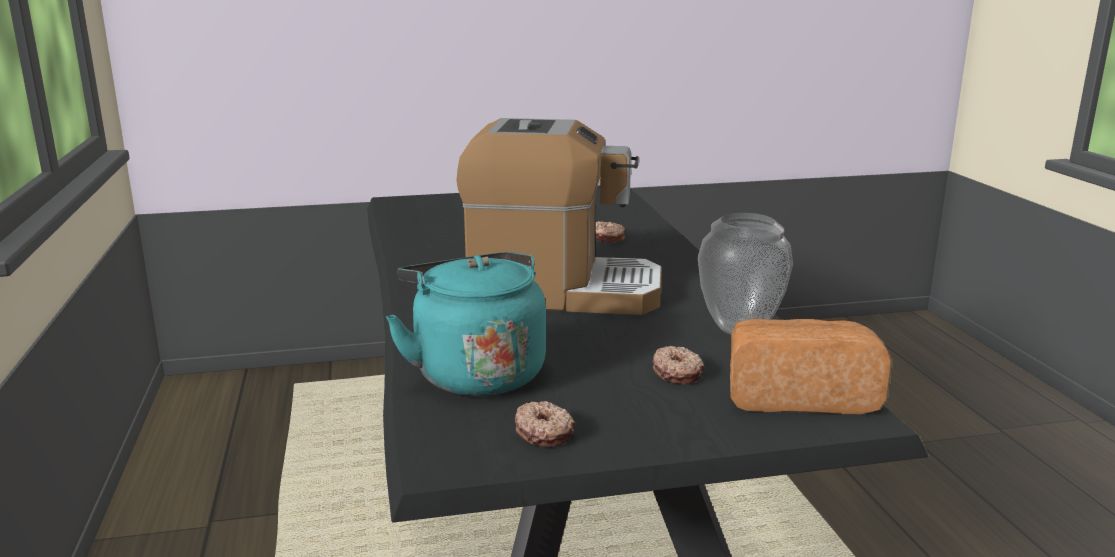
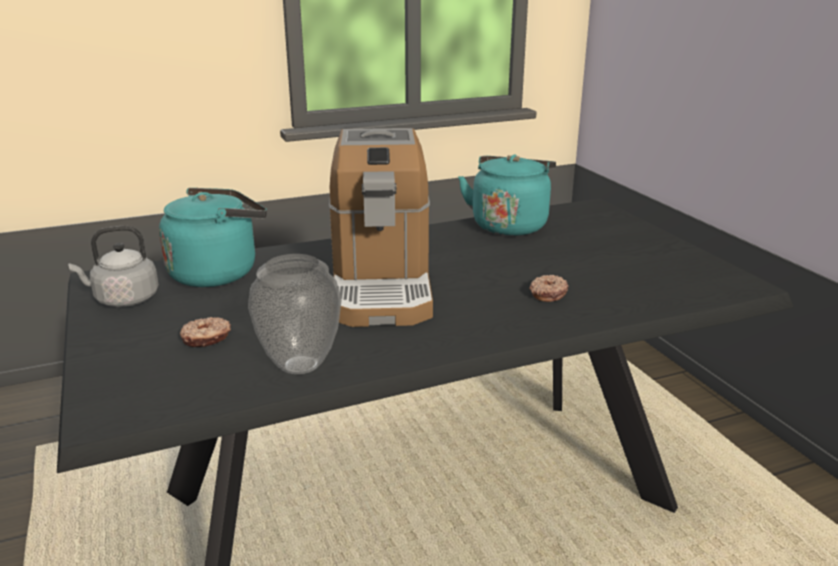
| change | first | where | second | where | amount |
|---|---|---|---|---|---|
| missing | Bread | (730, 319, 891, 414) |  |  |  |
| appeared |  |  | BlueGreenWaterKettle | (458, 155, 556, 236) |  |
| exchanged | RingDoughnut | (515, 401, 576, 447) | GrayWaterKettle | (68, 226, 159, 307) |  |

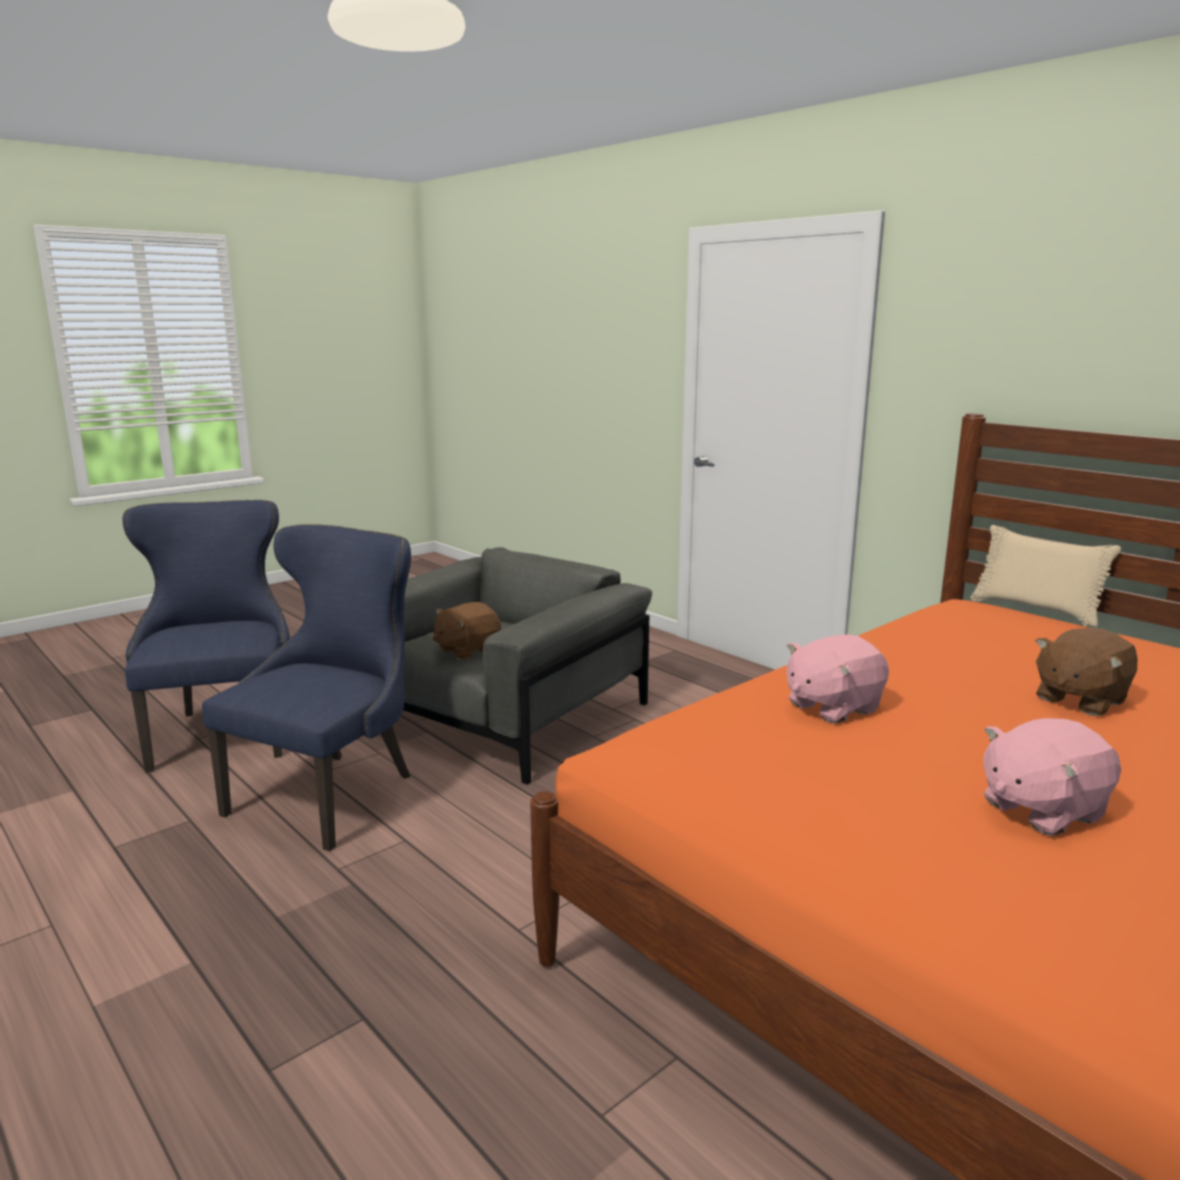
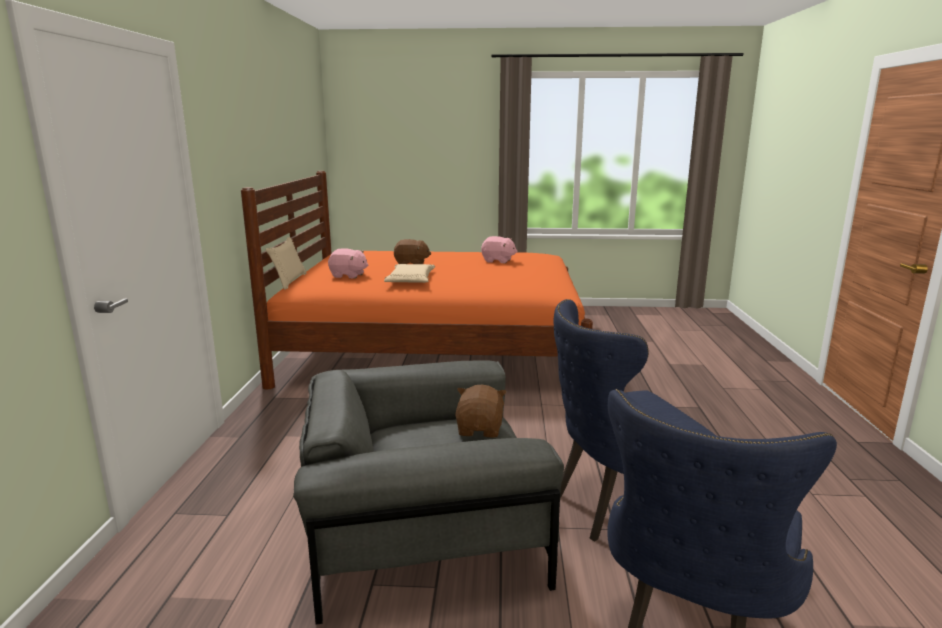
| change | first | where | second | where | amount |
|---|---|---|---|---|---|
| appeared |  |  | SandColouredCushion | (384, 264, 435, 283) |  |
| relocated | PinkishPlushToy | (787, 634, 889, 723) |  | (328, 249, 368, 279) |  |
| spun | BrownColouredPlushToy | (433, 602, 501, 660) |  | (455, 385, 507, 438) | 90 degrees counterclockwise |

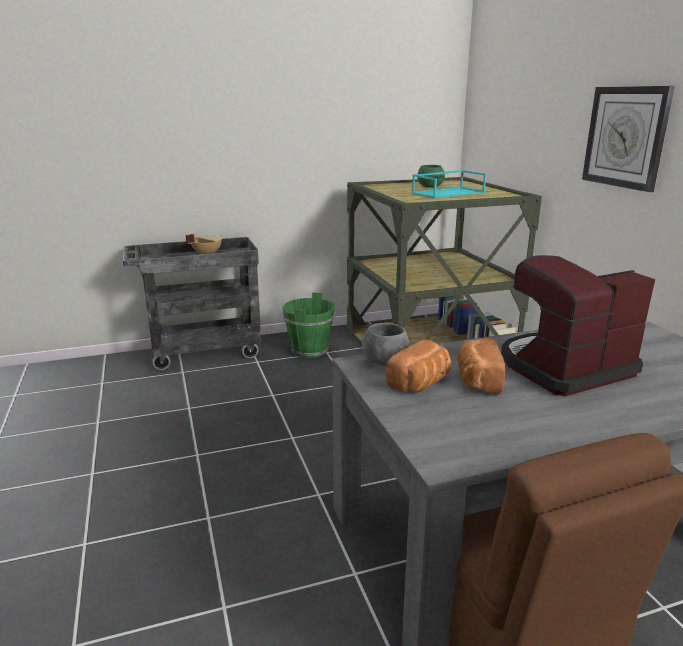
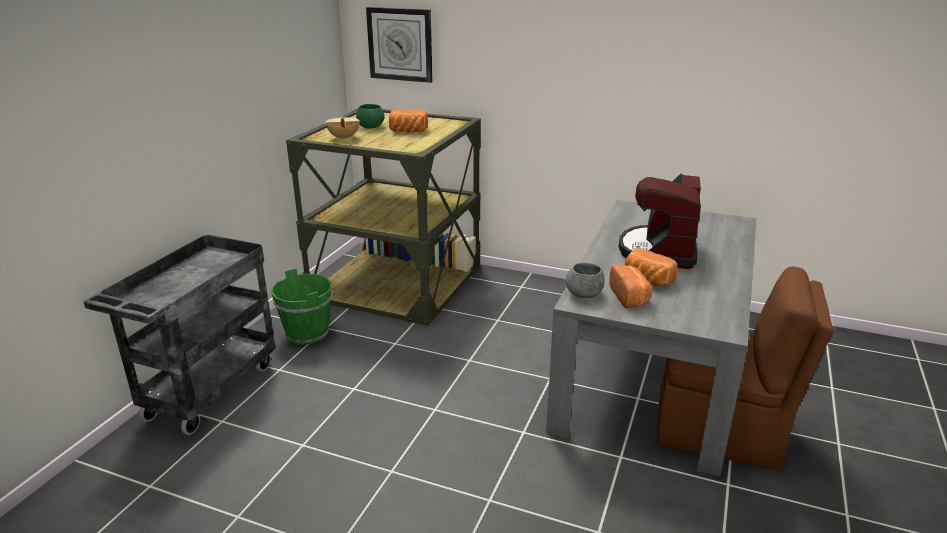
| change | first | where | second | where | amount |
|---|---|---|---|---|---|
| relocated | SandColouredStockpot | (186, 234, 222, 255) |  | (325, 116, 360, 141) |  |
| relocated | ClockOnTheWall | (582, 86, 675, 192) |  | (366, 7, 433, 83) |  |
| exchanged | BlueGreenServingTray | (412, 170, 486, 199) | Bread | (389, 110, 428, 132) |  |

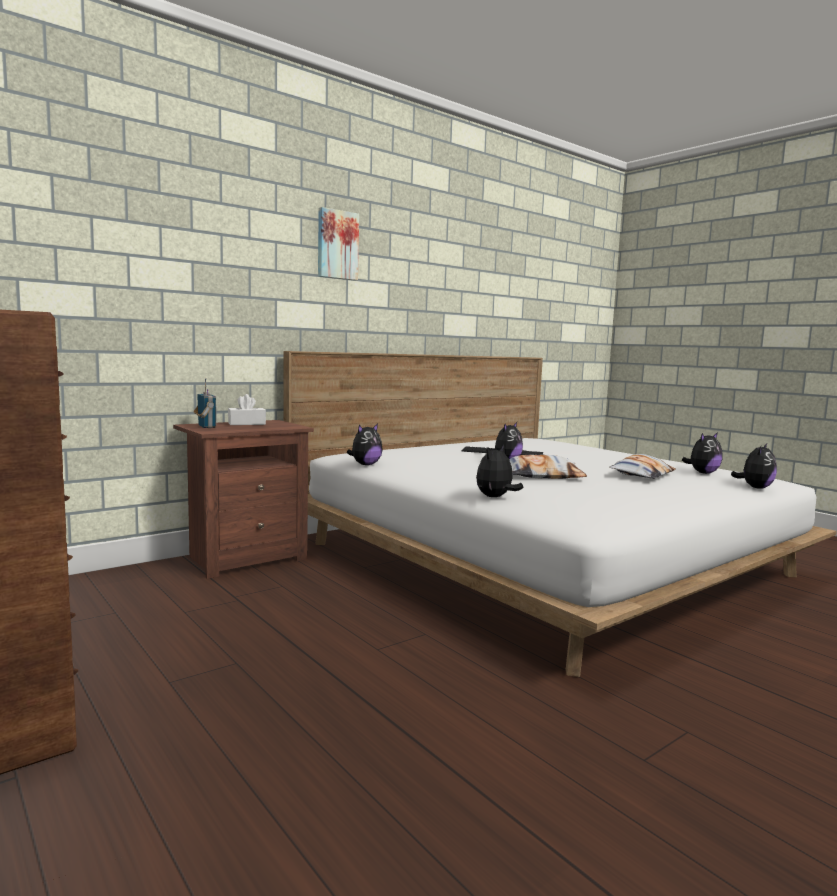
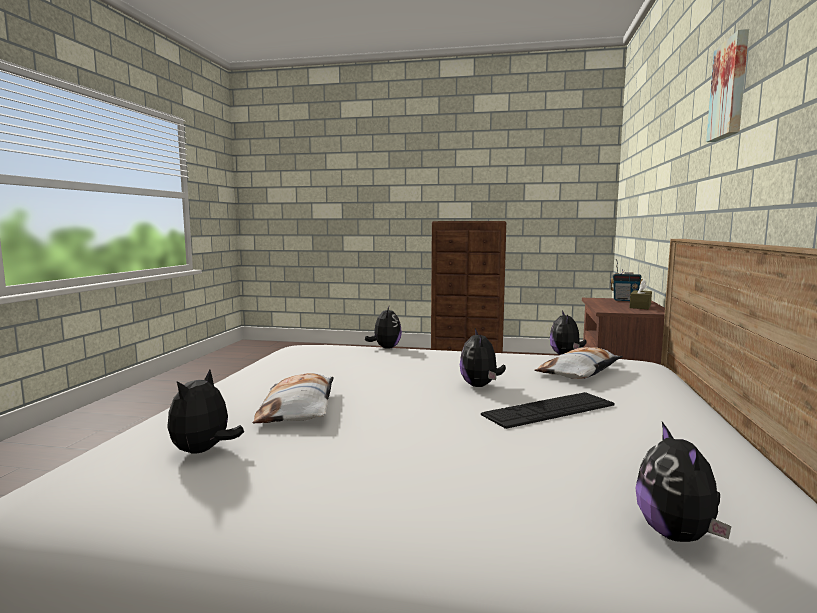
| change | first | where | second | where | amount |
|---|---|---|---|---|---|
| relocated | Cushion | (509, 455, 587, 479) |  | (534, 347, 623, 379) |  |
| relocated | PlushToy | (731, 444, 777, 489) |  | (635, 422, 731, 542) |  |
| colour | WhitishTissueBox | (228, 394, 266, 425) | BrownColouredTissueBox | (630, 279, 652, 309) |  |

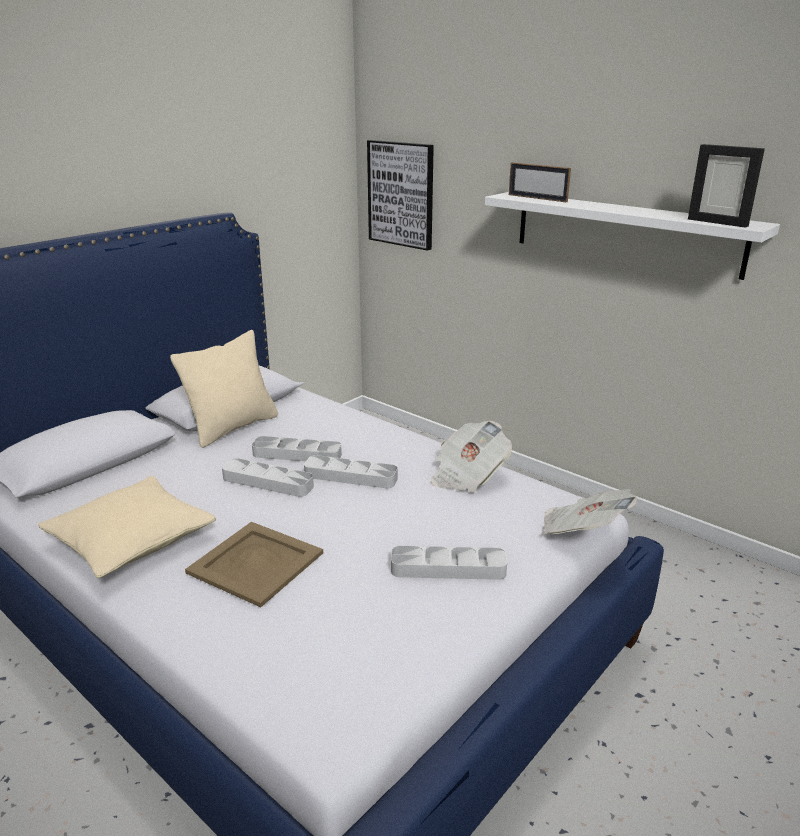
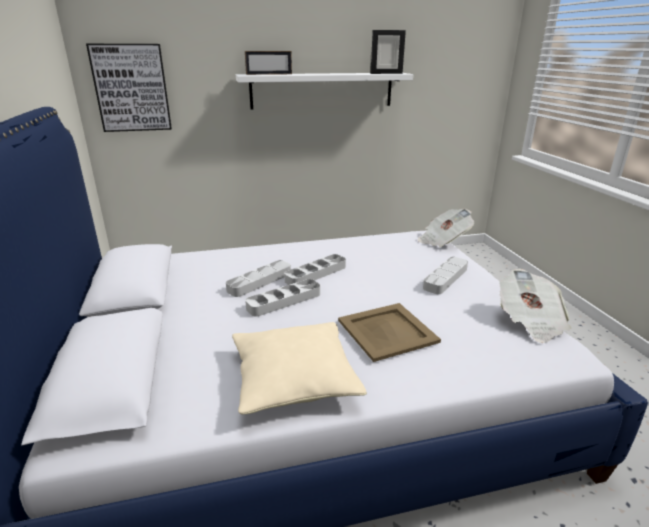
| change | first | where | second | where | amount |
|---|---|---|---|---|---|
| missing | SandColouredCushion | (170, 330, 278, 448) |  |  |  |
| relocated | Newspaper | (430, 421, 512, 492) |  | (499, 269, 571, 343) |  |

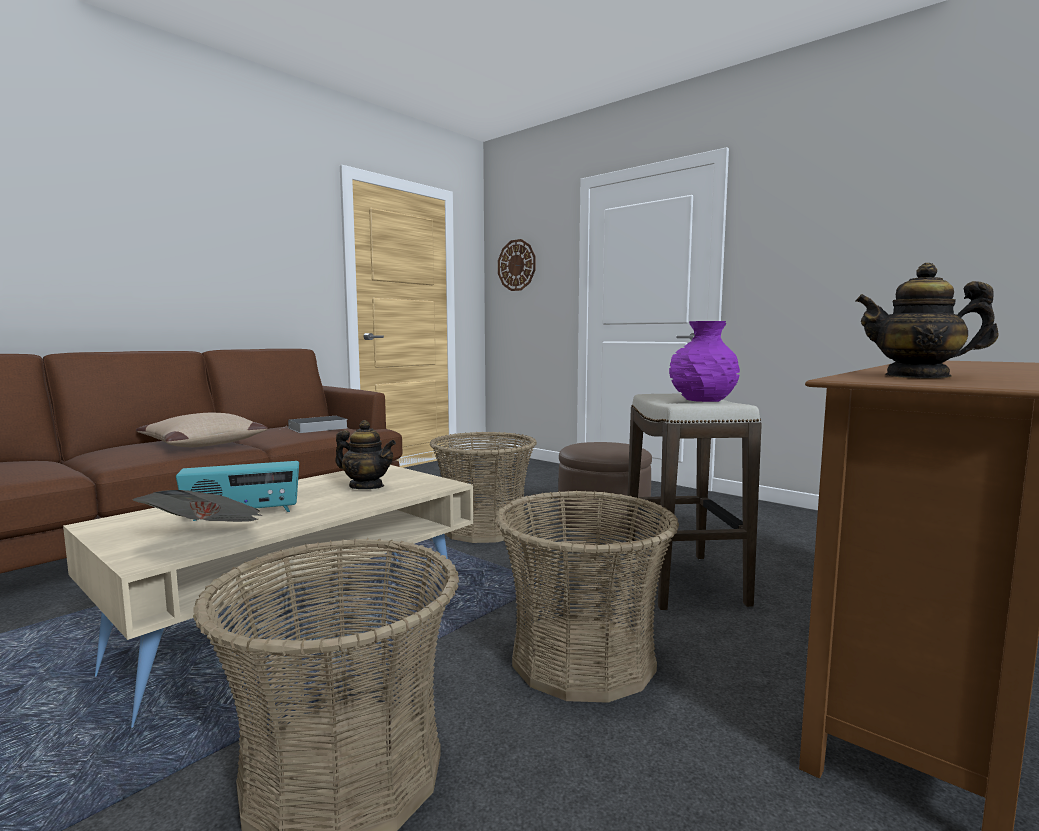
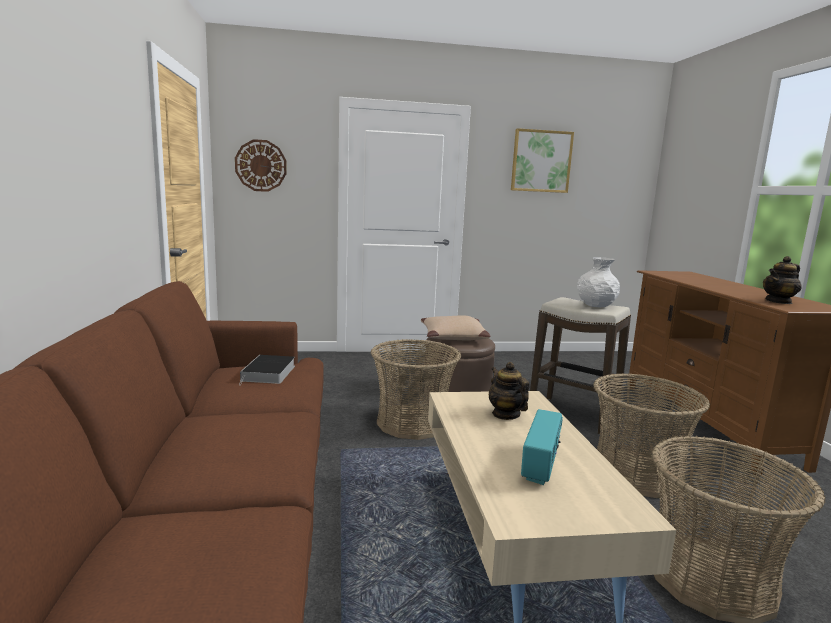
| change | first | where | second | where | amount |
|---|---|---|---|---|---|
| missing | Newspaper | (133, 490, 263, 522) |  |  |  |
| appeared |  |  | WallPicture | (511, 128, 574, 193) |  |
| relocated | SandColouredCushion | (136, 413, 268, 447) |  | (421, 315, 491, 341) |  |
| colour | PurplishFlowerVase | (669, 321, 740, 402) | WhitishFlowerVase | (577, 257, 620, 308) |  |
| spun | PotForTea | (335, 420, 396, 489) |  | (489, 362, 529, 420) | 90 degrees counterclockwise |

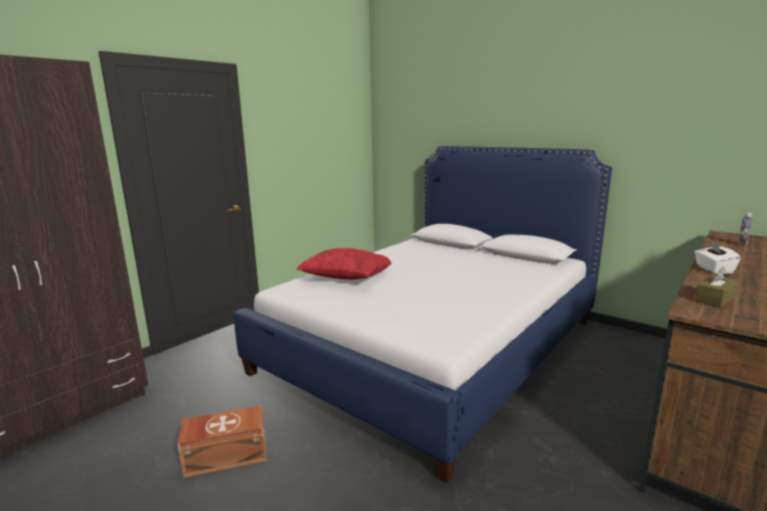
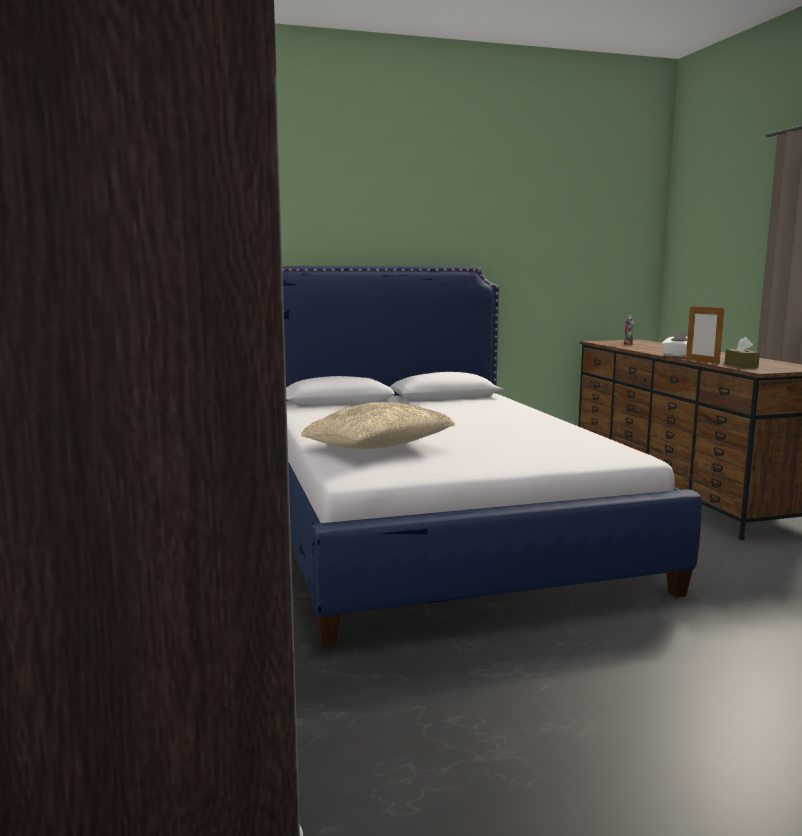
| change | first | where | second | where | amount |
|---|---|---|---|---|---|
| missing | BrownColouredStorageBox | (178, 405, 267, 478) |  |  |  |
| appeared |  |  | PhotoFrame | (686, 305, 724, 364) |  |
| colour | RedColouredCushion | (297, 248, 391, 280) | SandColouredCushion | (301, 402, 455, 449) |  |

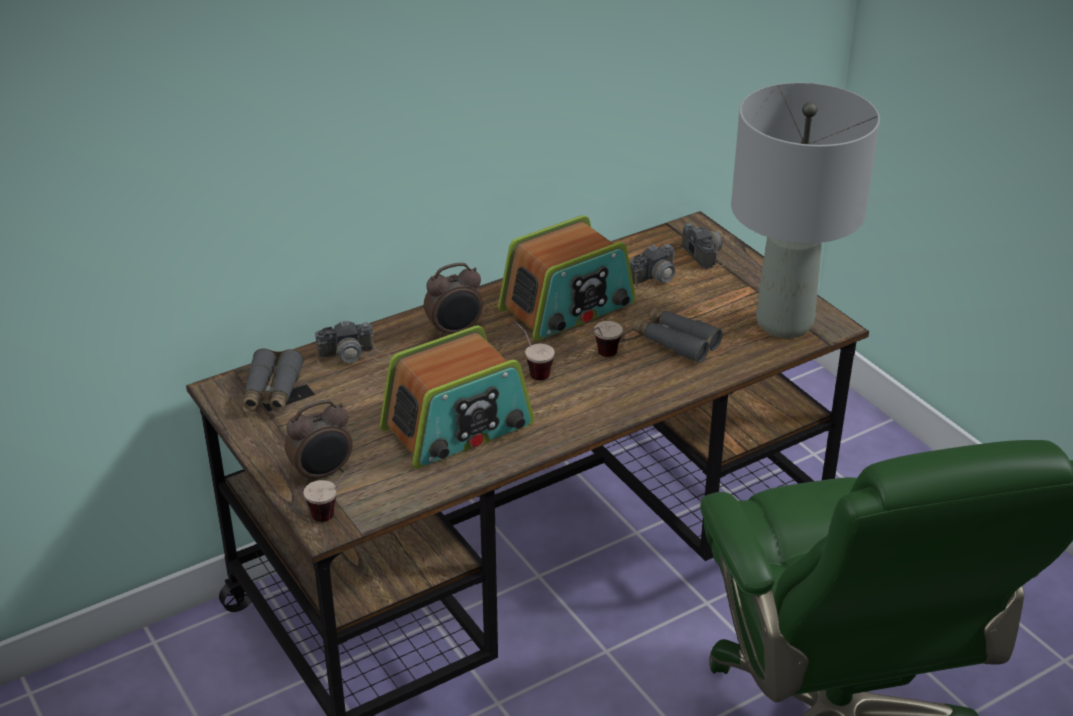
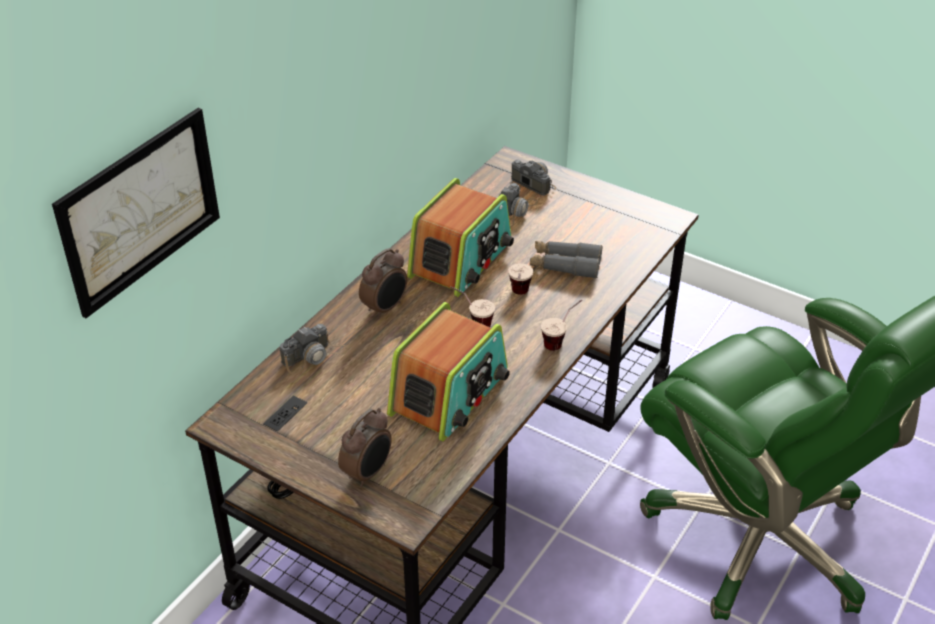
| change | first | where | second | where | amount |
|---|---|---|---|---|---|
| missing | GrayBinoculars | (242, 348, 304, 413) |  |  |  |
| missing | GrayLampForATable | (731, 83, 880, 338) |  |  |  |
| appeared |  |  | WallPicture | (52, 108, 220, 318) |  |
| relocated | DrinkingCup | (303, 468, 363, 522) |  | (541, 299, 582, 351) |  |

